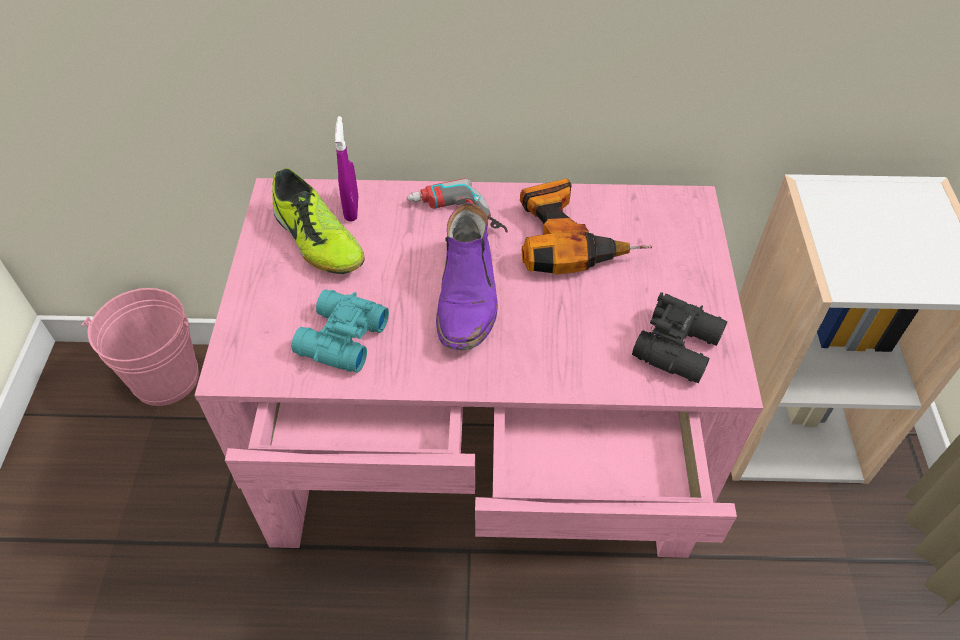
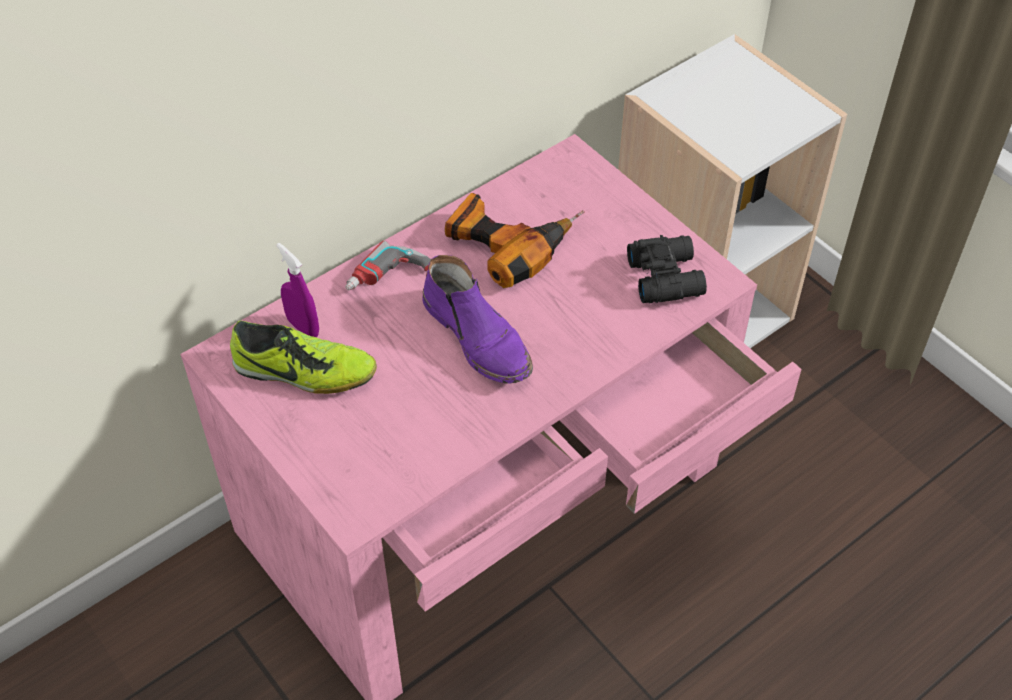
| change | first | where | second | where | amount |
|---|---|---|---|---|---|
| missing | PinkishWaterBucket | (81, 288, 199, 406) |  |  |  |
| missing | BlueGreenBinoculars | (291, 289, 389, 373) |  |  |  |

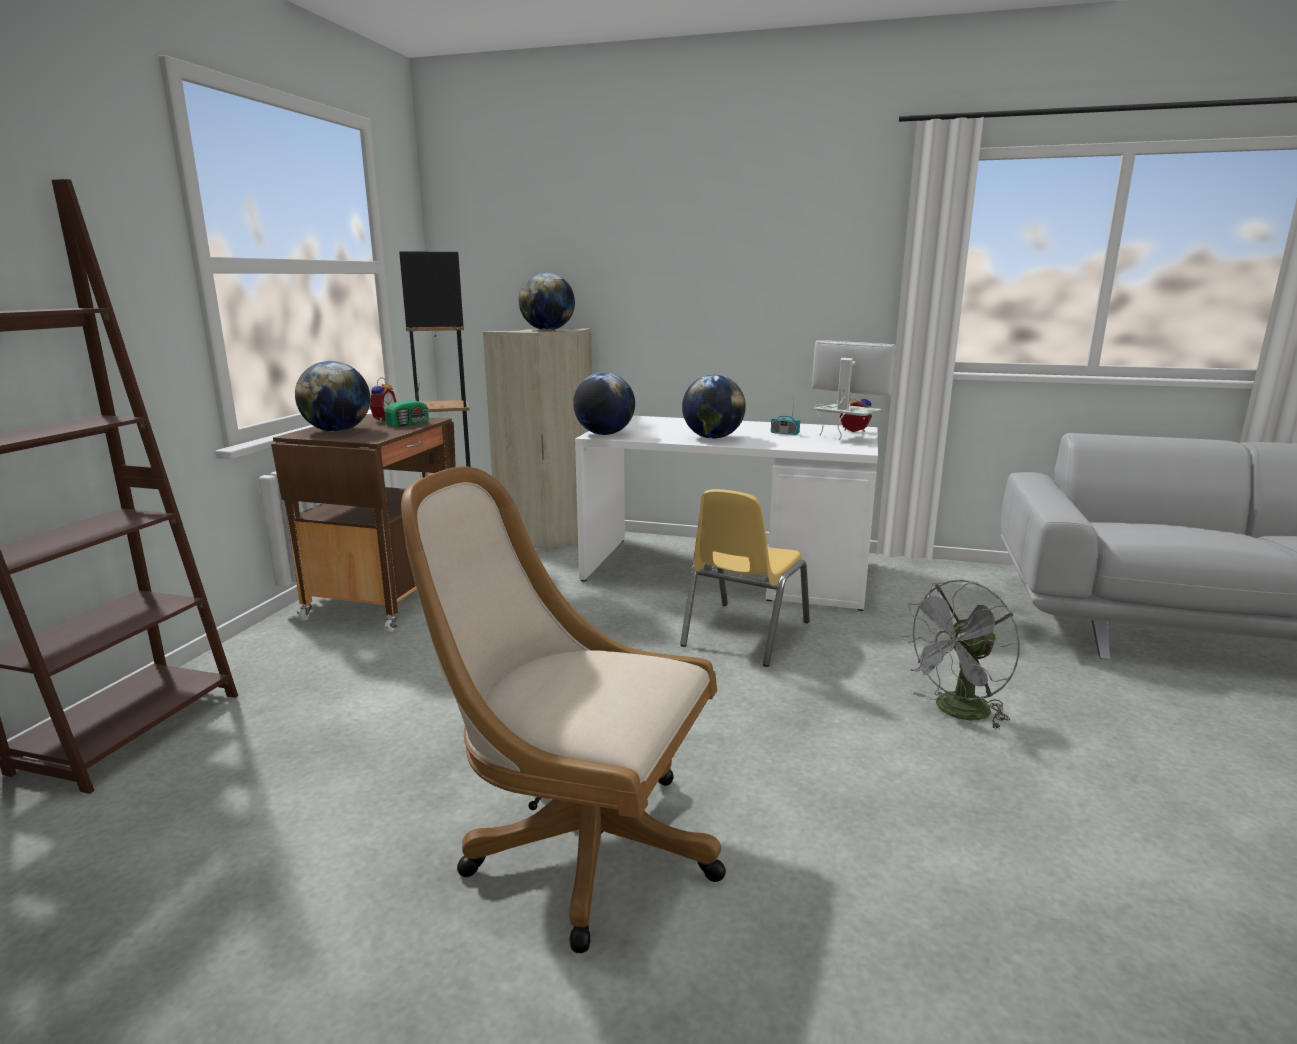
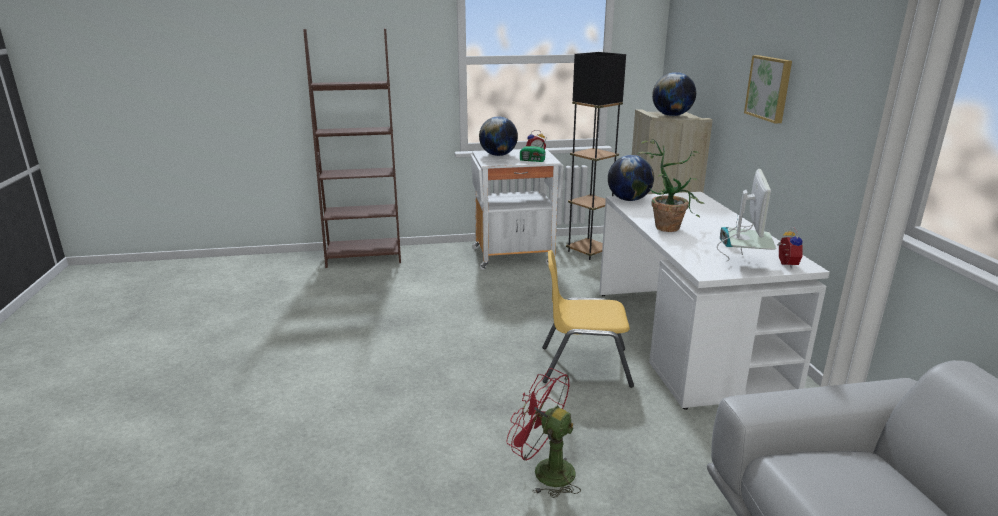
| change | first | where | second | where | amount |
|---|---|---|---|---|---|
| missing | ComputerChair | (401, 466, 726, 953) |  |  |  |
| appeared |  |  | WallPicture | (744, 55, 792, 123) |  |
| exchanged | WorldGlobe | (682, 375, 746, 439) | PottedPlant | (637, 139, 705, 232) |  |
| colour | BrownColouredCart | (271, 414, 456, 632) | WhitishCart | (471, 149, 564, 270) |  |
| colour | GrayFan | (901, 580, 1020, 730) | RedColouredFan | (507, 368, 581, 498) |  |

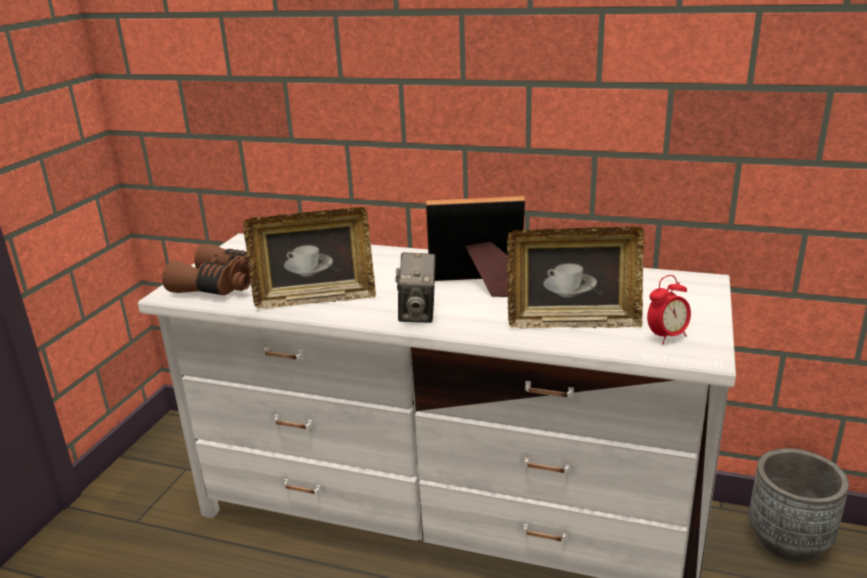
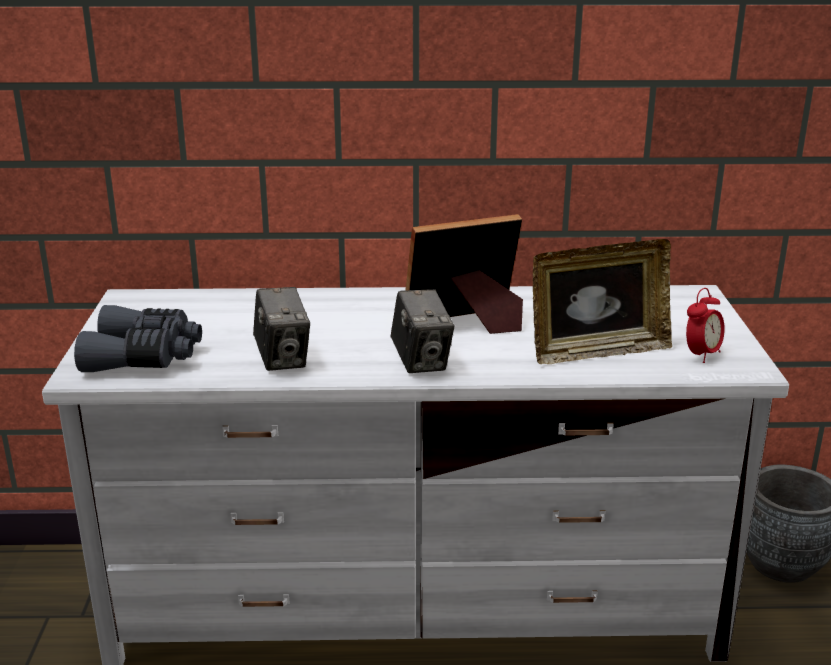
| change | first | where | second | where | amount |
|---|---|---|---|---|---|
| exchanged | PhotoFrame | (244, 207, 376, 308) | PhotoCamera | (253, 287, 310, 371) |  |
| colour | BrownColouredBinoculars | (162, 244, 250, 295) | GrayBinoculars | (74, 305, 202, 372) |  |

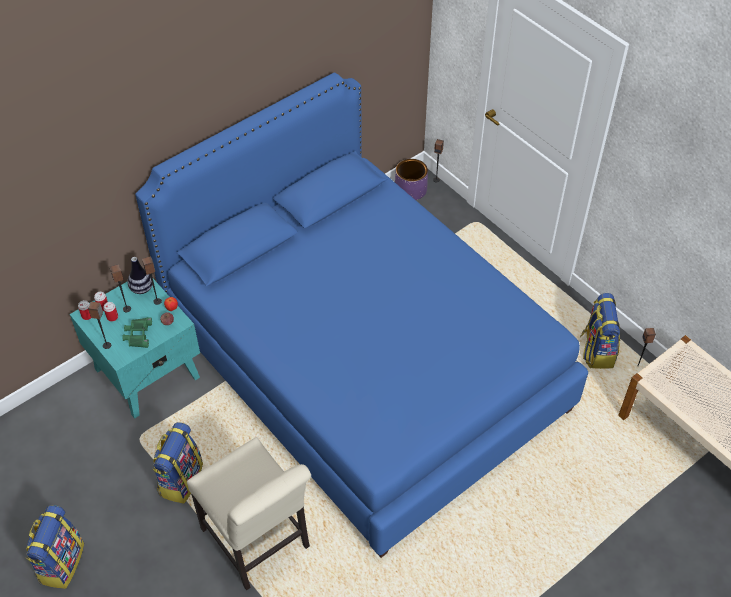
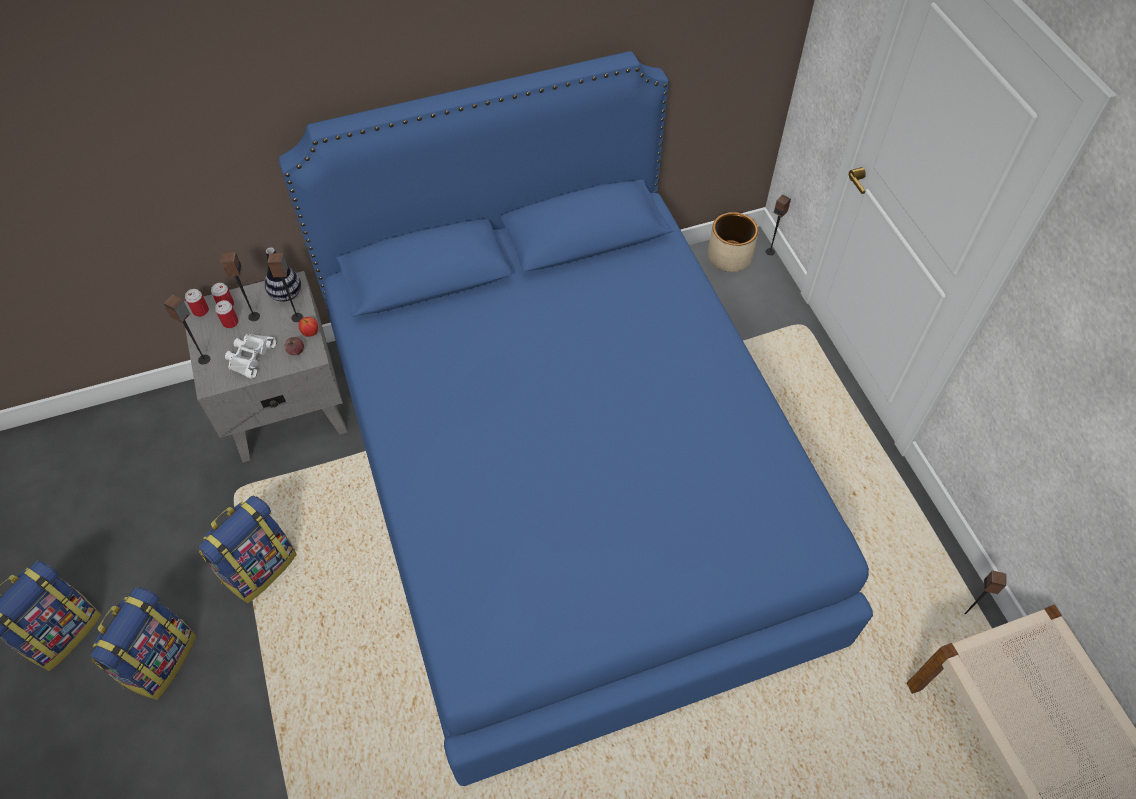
| change | first | where | second | where | amount |
|---|---|---|---|---|---|
| missing | SandColouredUprightChair | (187, 437, 311, 590) |  |  |  |
| relocated | Rucksack | (580, 293, 620, 369) |  | (90, 587, 196, 700) |  |
| colour | BlueGreenBedsideTable | (70, 279, 200, 419) | GrayBedsideTable | (184, 271, 348, 463) |  |
| colour | GreenishBinoculars | (122, 317, 152, 348) | WhitishBinoculars | (225, 334, 277, 379) |  |
| colour | PurplishPlantPot | (395, 159, 428, 200) | SandColouredPlantPot | (708, 212, 758, 272) |  |

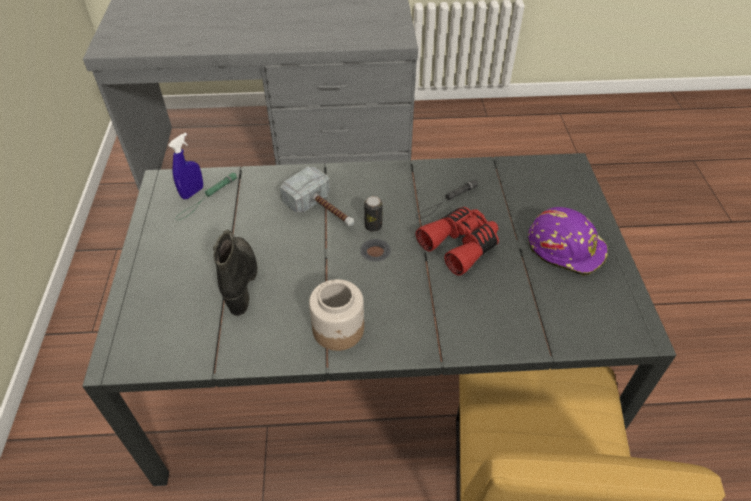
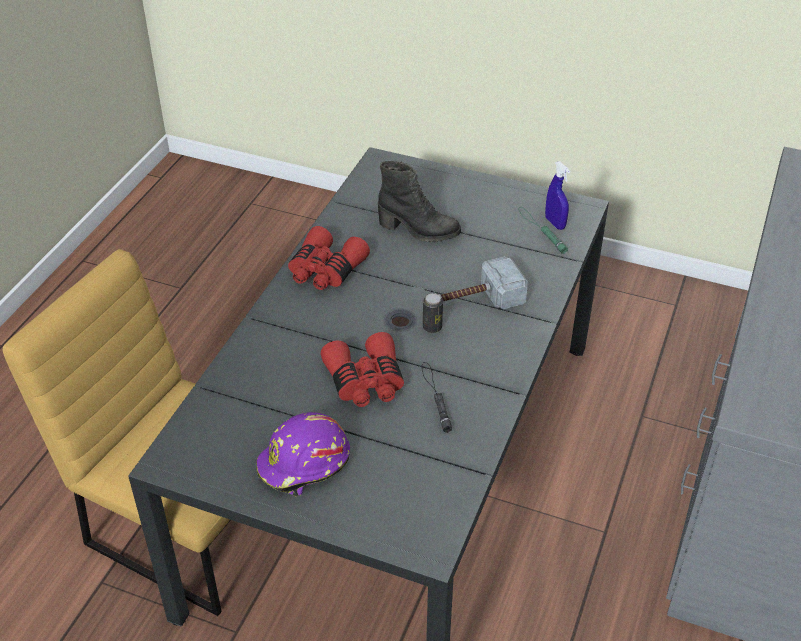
| change | first | where | second | where | amount |
|---|---|---|---|---|---|
| exchanged | PreserveJar | (309, 279, 364, 351) | RedColouredBinoculars | (288, 226, 370, 290) |  |

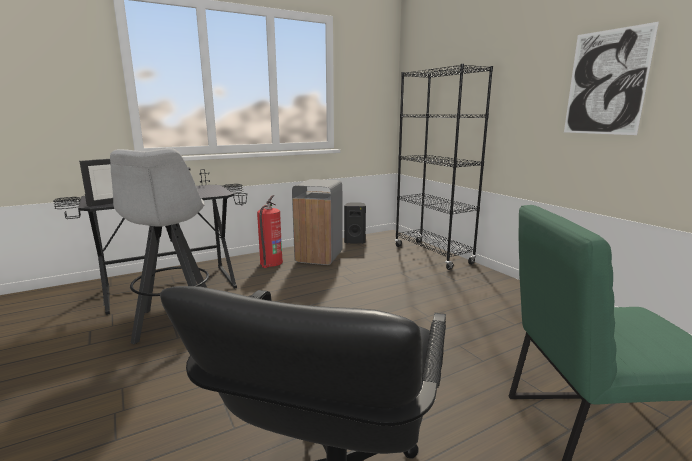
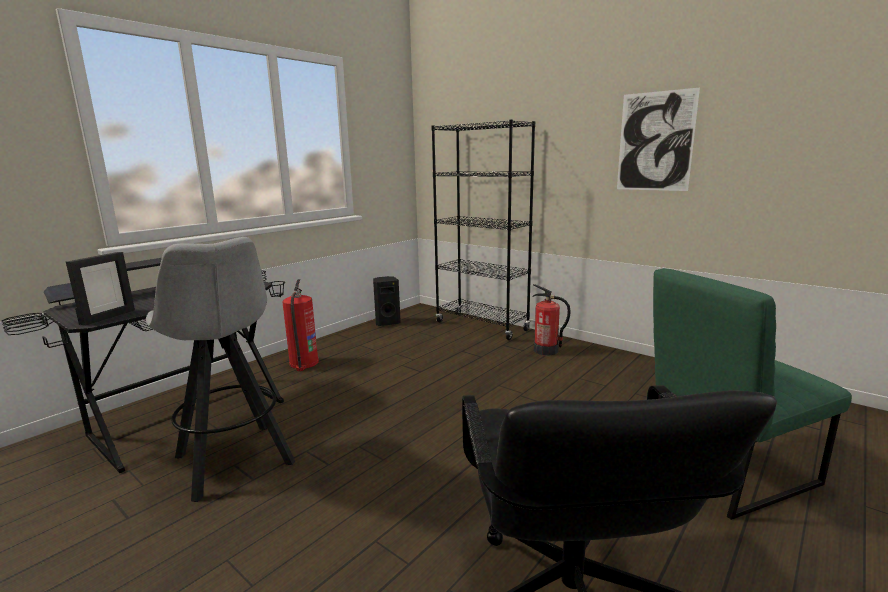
| change | first | where | second | where | amount |
|---|---|---|---|---|---|
| missing | GrayTrashCan | (292, 179, 343, 265) |  |  |  |
| appeared |  |  | FireExtinguisher | (532, 284, 571, 356) |  |

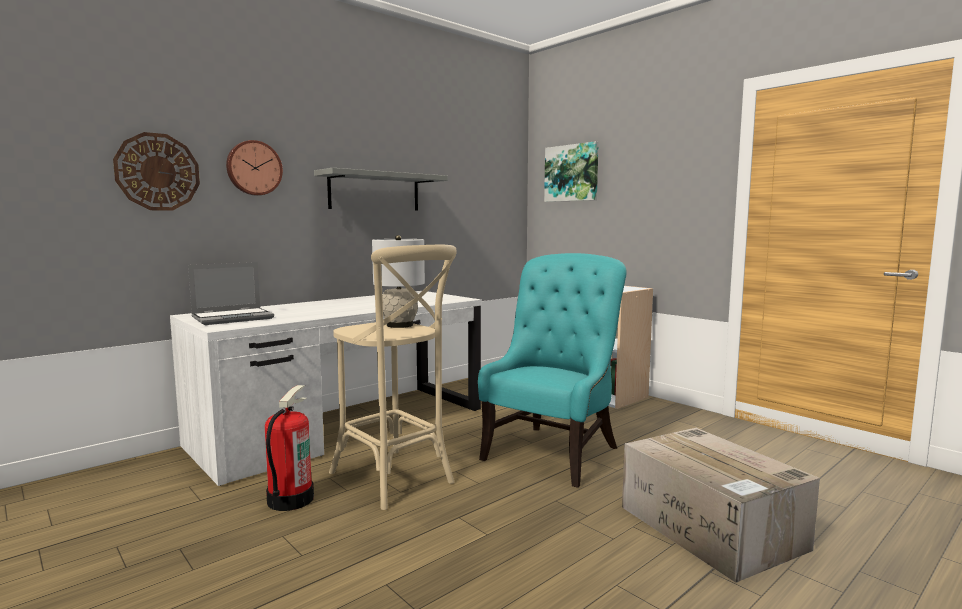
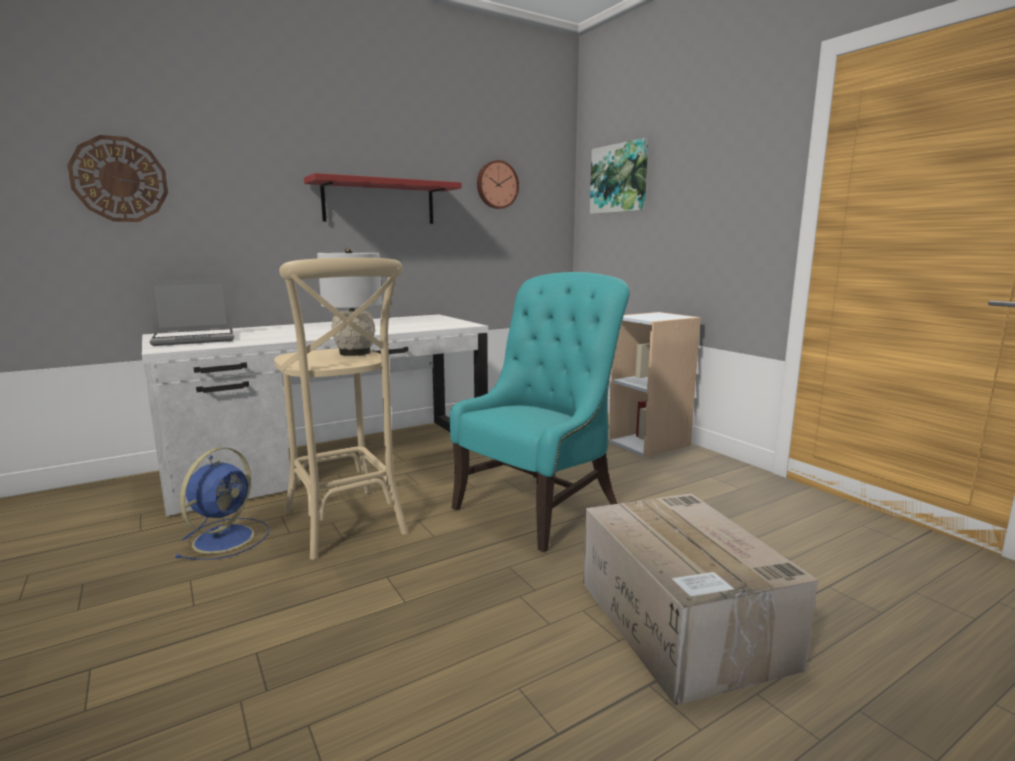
| change | first | where | second | where | amount |
|---|---|---|---|---|---|
| relocated | ClockOnTheWall | (226, 140, 283, 195) |  | (477, 160, 519, 209) |  |
| exchanged | FireExtinguisher | (265, 385, 314, 511) | BlueFan | (174, 447, 269, 560) |  |
| colour | GrayShelf | (314, 168, 448, 210) | RedColouredShelf | (304, 173, 462, 224) |  |

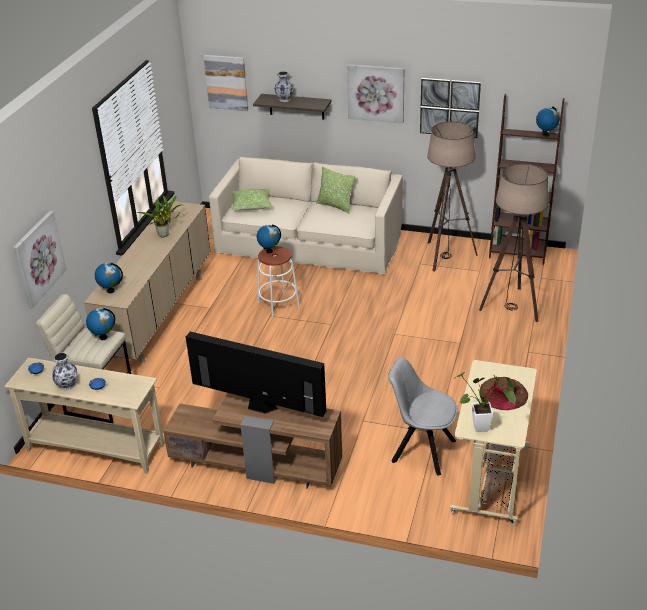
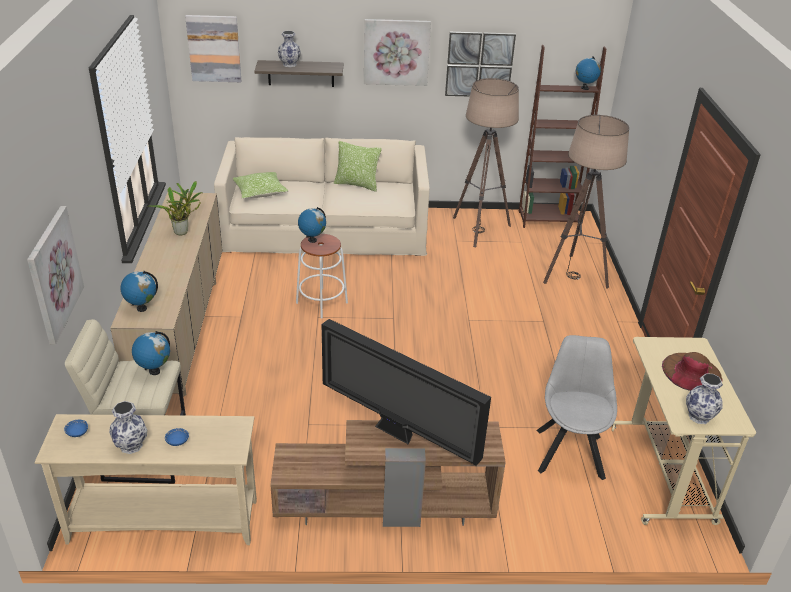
| change | first | where | second | where | amount |
|---|---|---|---|---|---|
| exchanged | PottedPlant | (454, 372, 516, 432) | FlowerVase | (686, 373, 723, 424) |  |
| spun | Television | (186, 332, 326, 417) |  | (322, 319, 491, 466) | 150 degrees counterclockwise |
| spun | GrayUprightChair | (388, 357, 458, 476) |  | (536, 335, 617, 480) | 90 degrees clockwise |

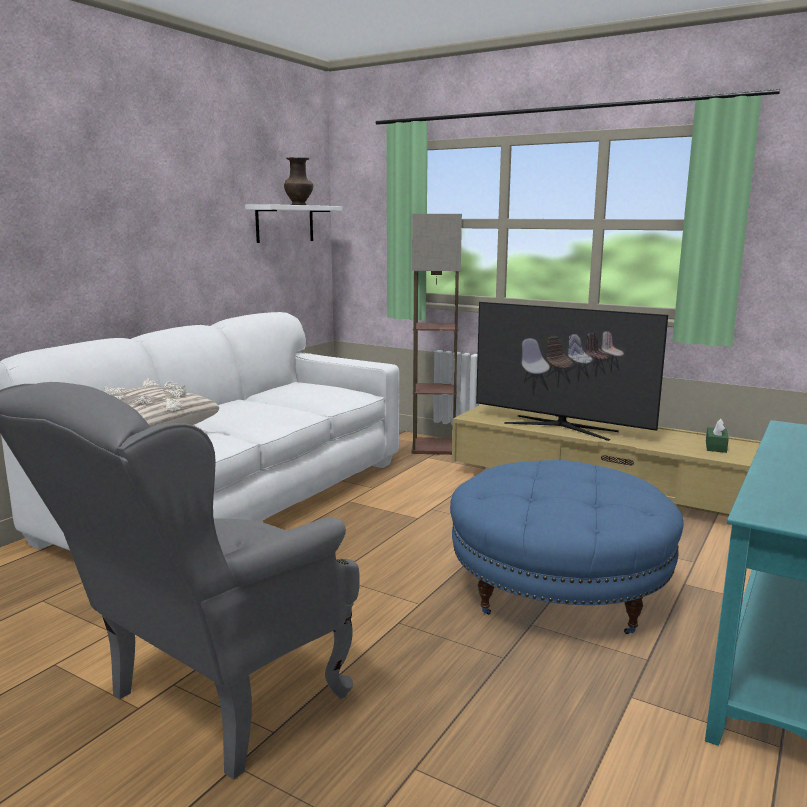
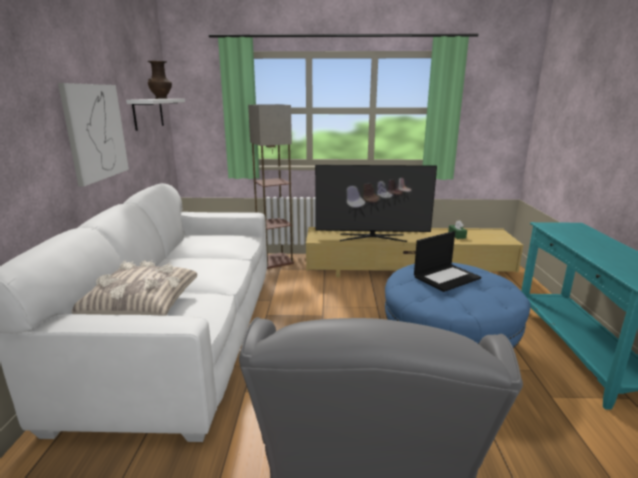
| change | first | where | second | where | amount |
|---|---|---|---|---|---|
| appeared |  |  | WallPicture | (58, 83, 129, 187) |  |
| appeared |  |  | Laptop | (414, 231, 481, 292) |  |

